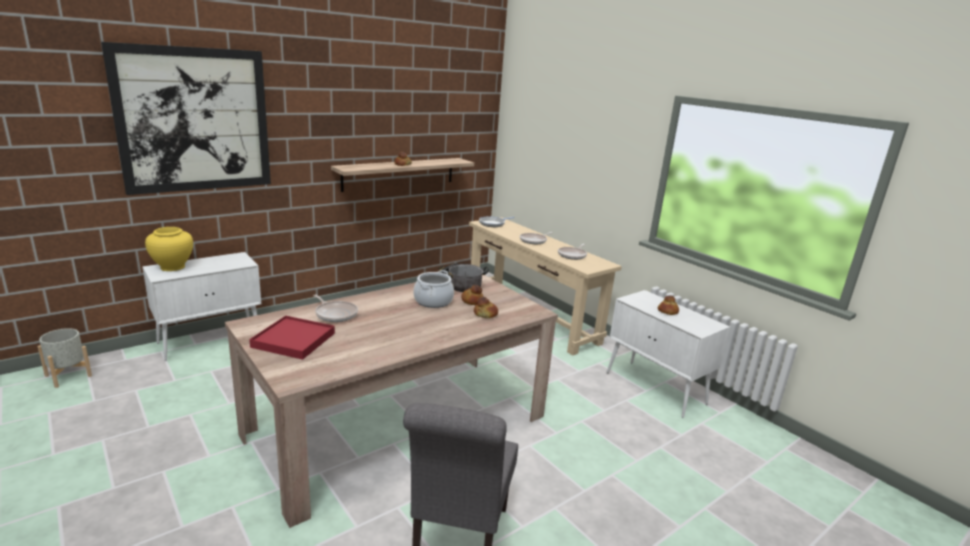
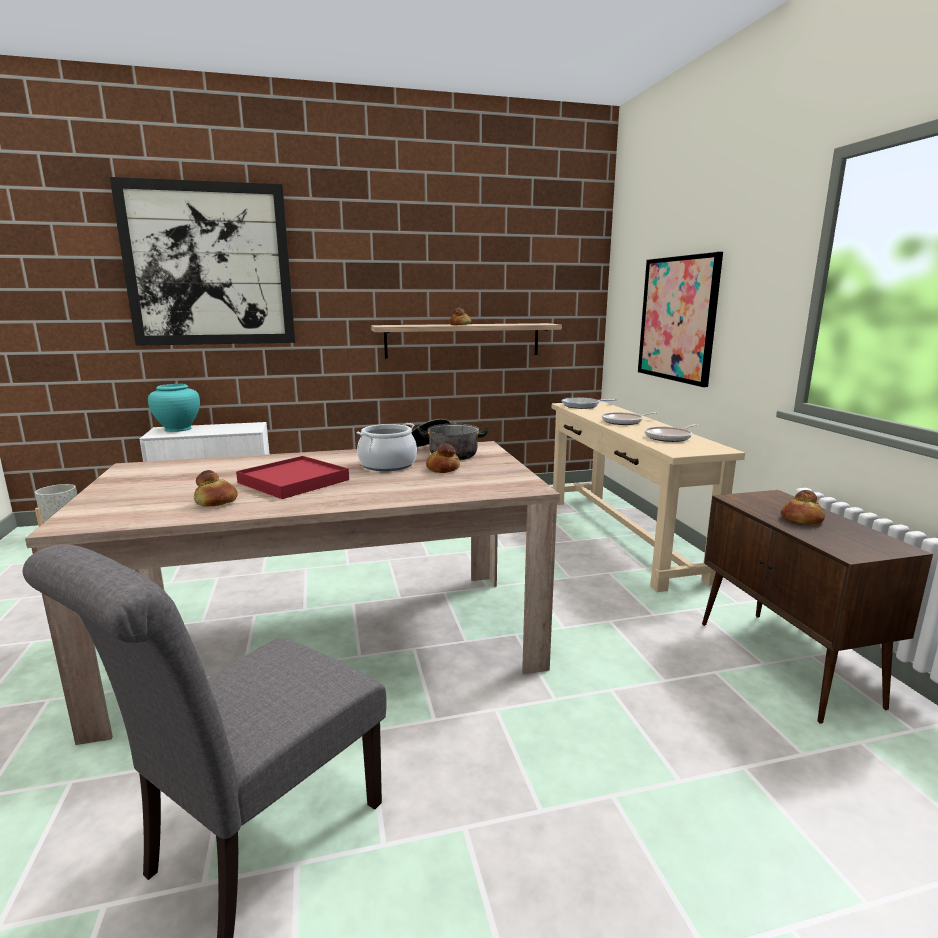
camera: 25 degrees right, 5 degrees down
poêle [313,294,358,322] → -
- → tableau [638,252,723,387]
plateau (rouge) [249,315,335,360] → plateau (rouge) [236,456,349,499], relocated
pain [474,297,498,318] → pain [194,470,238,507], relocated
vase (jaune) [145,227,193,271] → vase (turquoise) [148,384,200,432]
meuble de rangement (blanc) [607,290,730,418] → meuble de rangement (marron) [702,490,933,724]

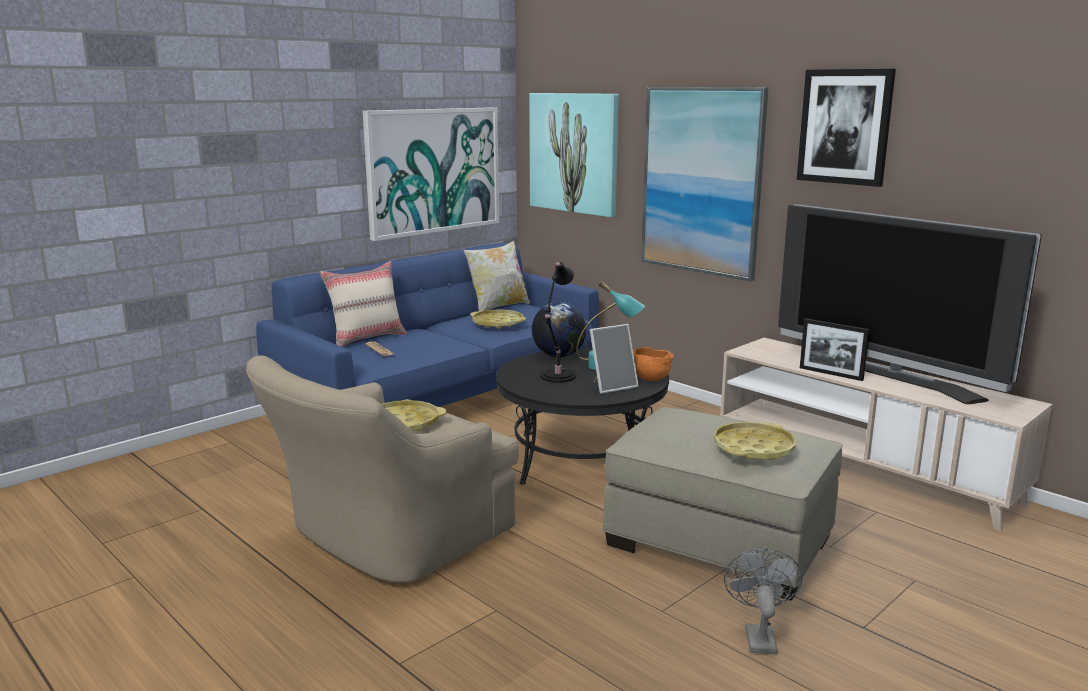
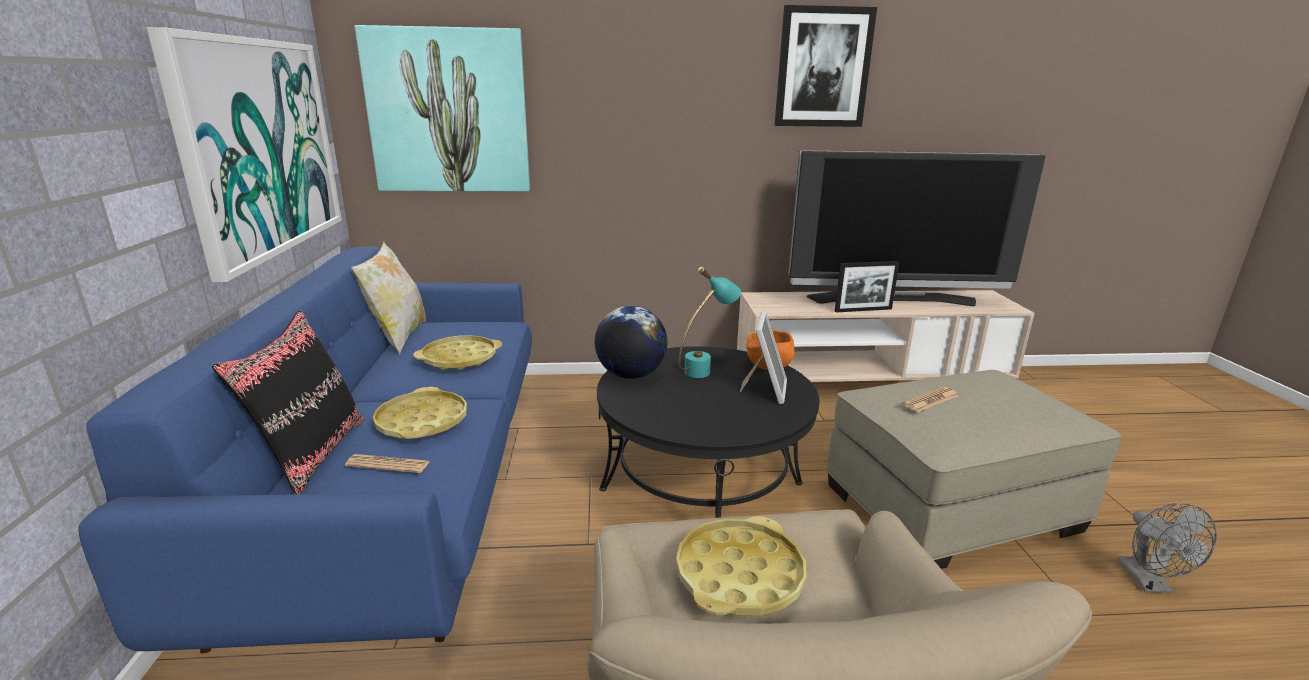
camera: 50 degrees left, 5 degrees up
lampe de table (noir) [540,262,576,383] → -
tableau [641,87,769,282] → -
- → journal [902,387,959,413]
plateau (jaune) [714,422,796,460] → plateau (jaune) [373,387,467,439], relocated
coussin (beige) [320,261,407,347] → coussin (noir) [212,310,365,494]
ventilateur (gris) [724,548,802,654] → ventilateur (gris) [1117,503,1217,593], 135 degrees counterclockwise

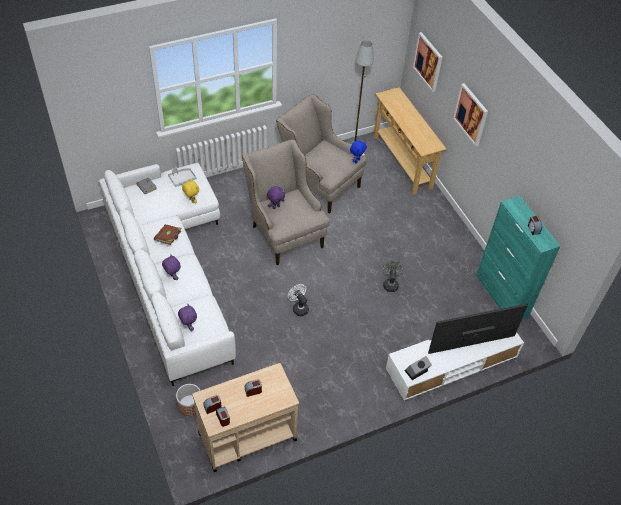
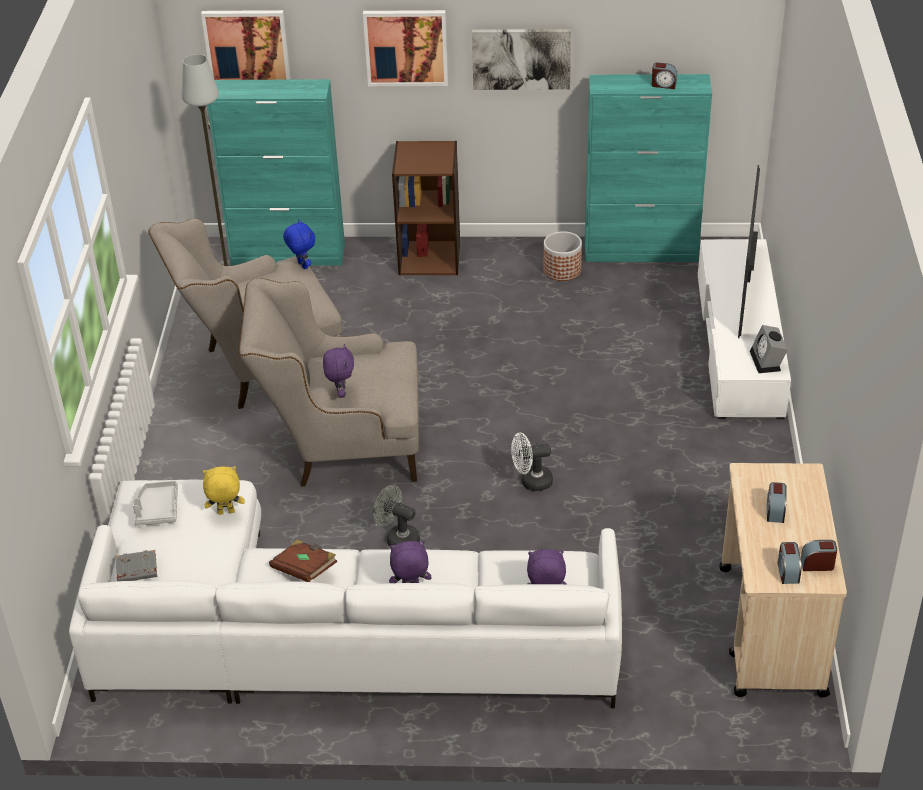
camera: 60 degrees left, 10 degrees down
- → bibliothèque (marron) [392,141,460,275]
- → tableau [472,29,571,90]
cache-pot [176,384,201,416] → cache-pot [544,231,582,281], relocated
ventilateur (gris) [383,261,404,292] → ventilateur (gris) [373,485,420,546], relocated
table console (beige) [373,87,446,195] → meuble de rangement (turquoise) [207,79,345,265]

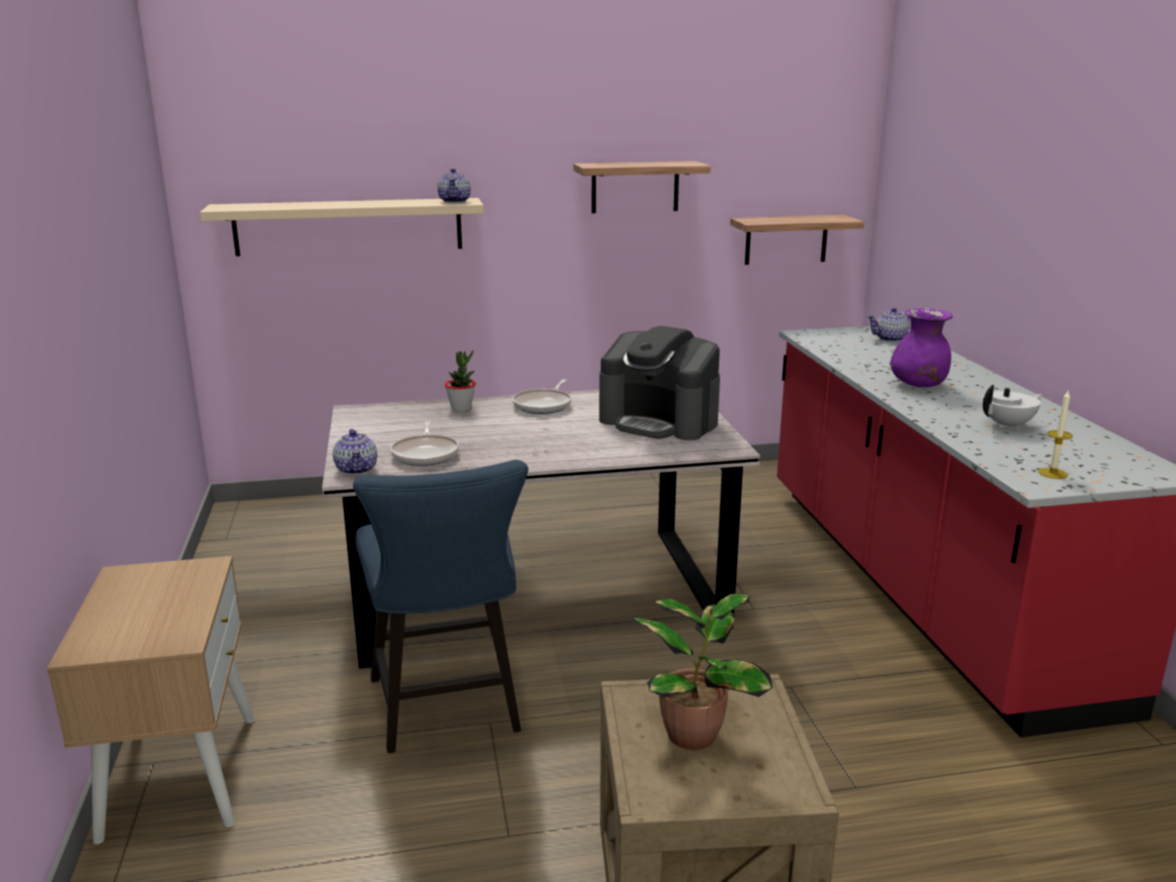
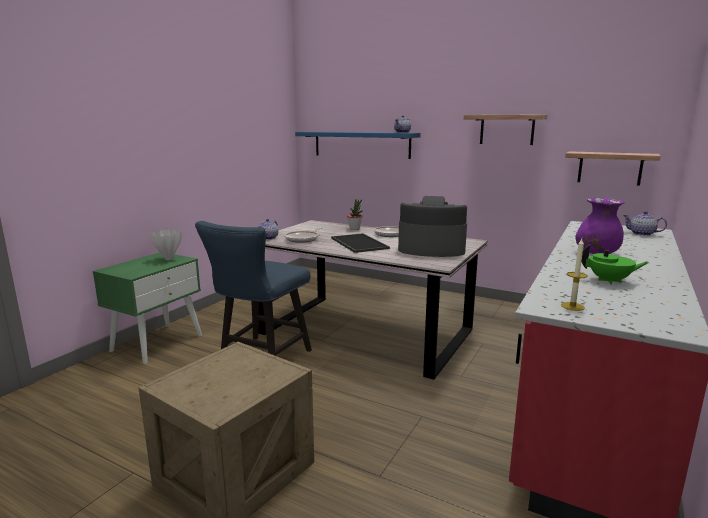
camera: 40 degrees right, 5 degrees down
plante en pot [632,593,773,750] → -
- → vase (blanc) [149,229,182,260]
- → plateau [331,233,390,253]
table de chevet (beige) [47,556,255,844] → table de chevet (vert) [93,253,202,364]
étagère (beige) [200,198,484,256] → étagère (bleu) [295,132,421,159]
théière (blanc) [983,385,1042,430] → théière (vert) [581,244,649,284]
machine à café [599,326,720,441] → machine à café [398,196,467,257], 120 degrees clockwise

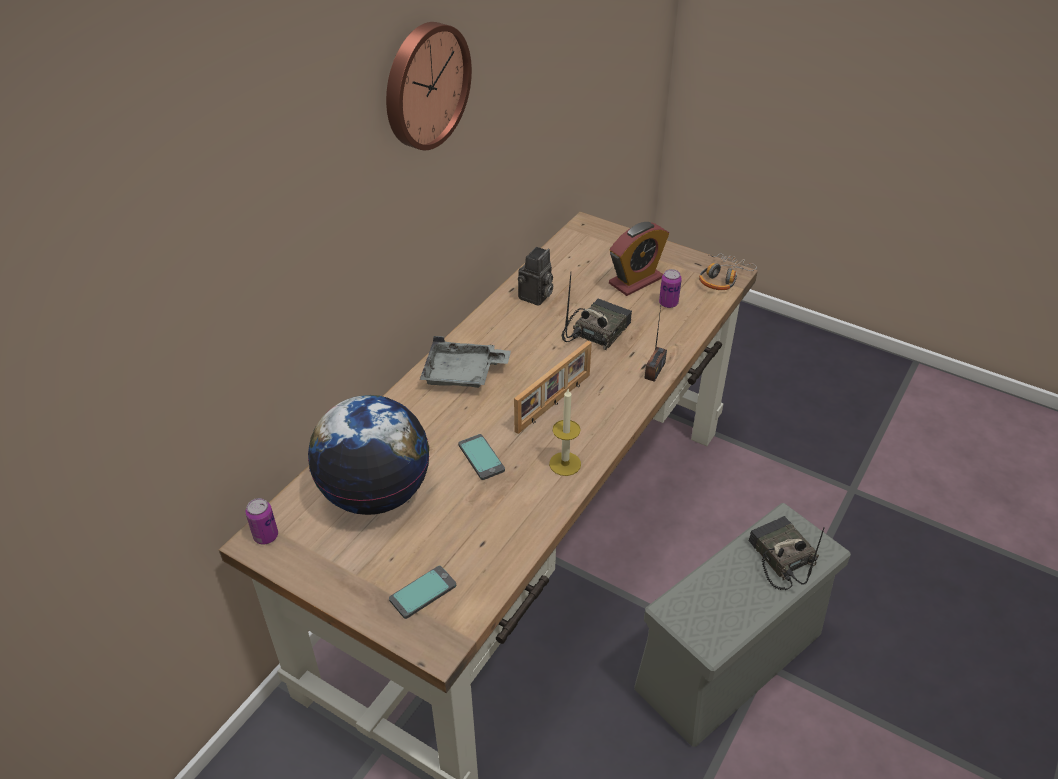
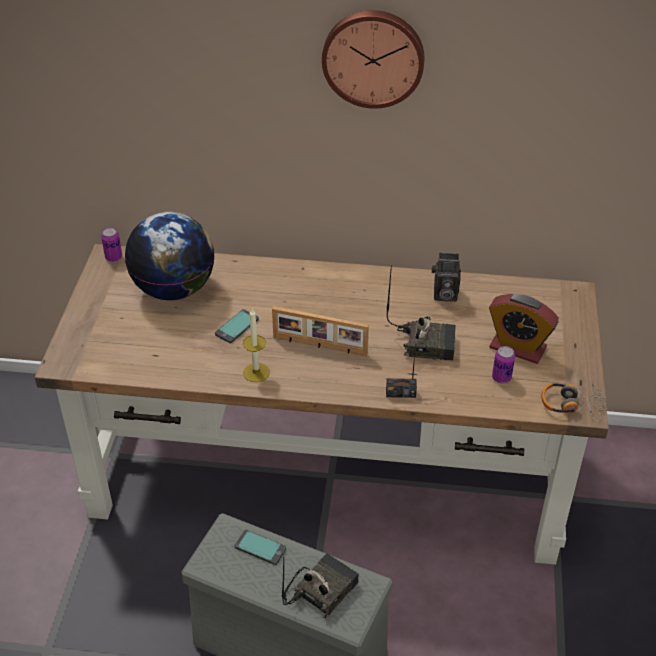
camera: 65 degrees right, 0 degrees up
plateau (gris) [420,336,511,388] → -
téléphone [389,566,456,619] → téléphone [234,530,286,565], relocated

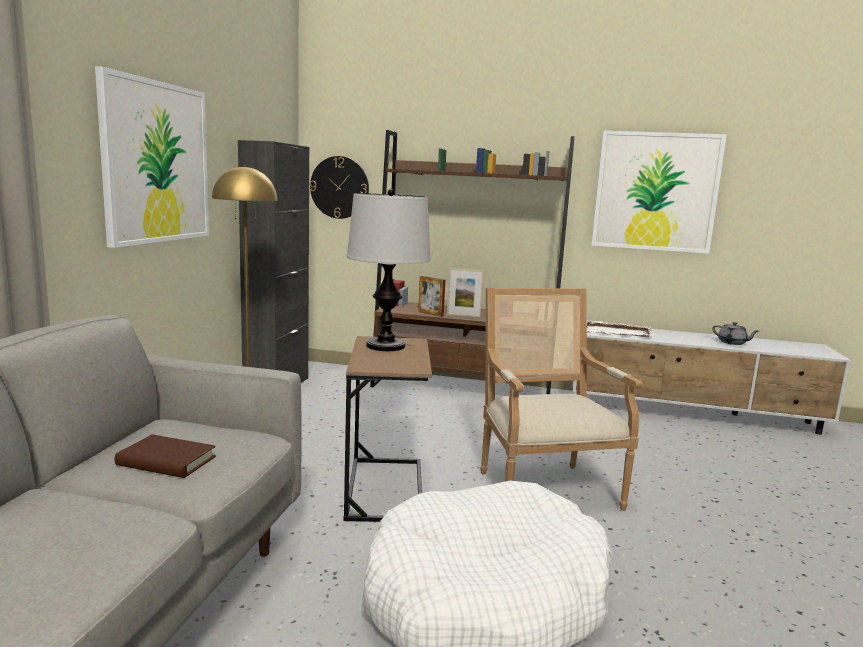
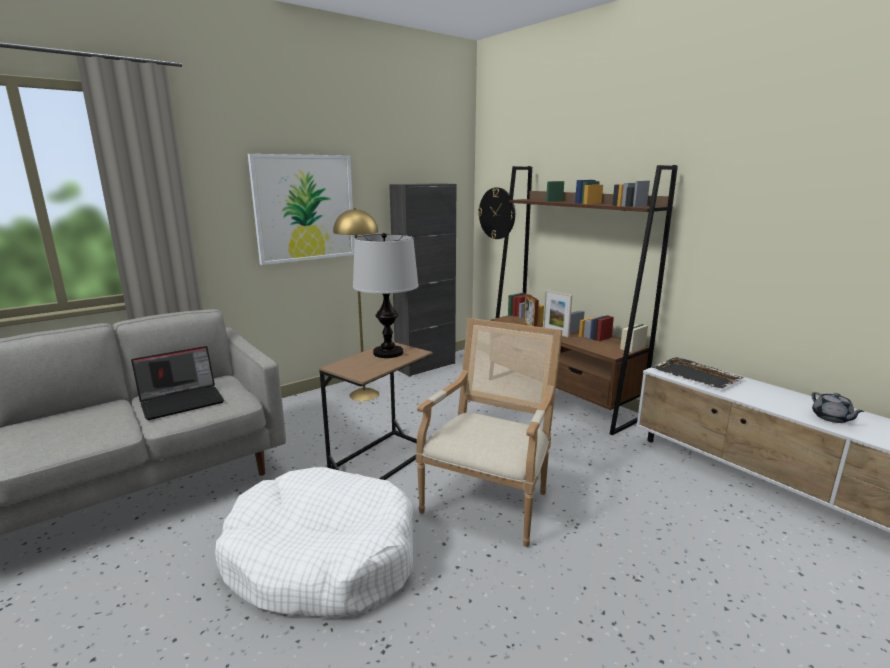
camera: 40 degrees right, 5 degrees up
tableau [591,131,727,254] → -
livre (marron) [115,434,216,478] → ordinateur portable [131,346,224,420]
plateau (blanc) [587,321,654,337] → plateau (noir) [652,357,744,388]

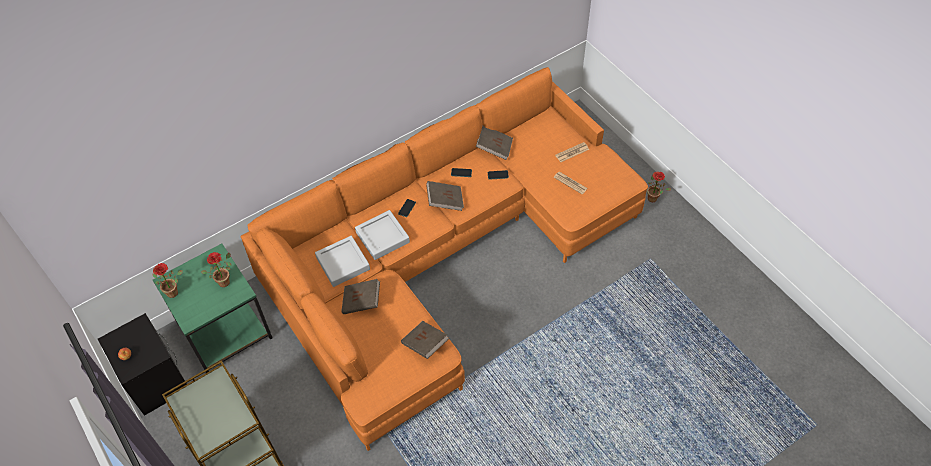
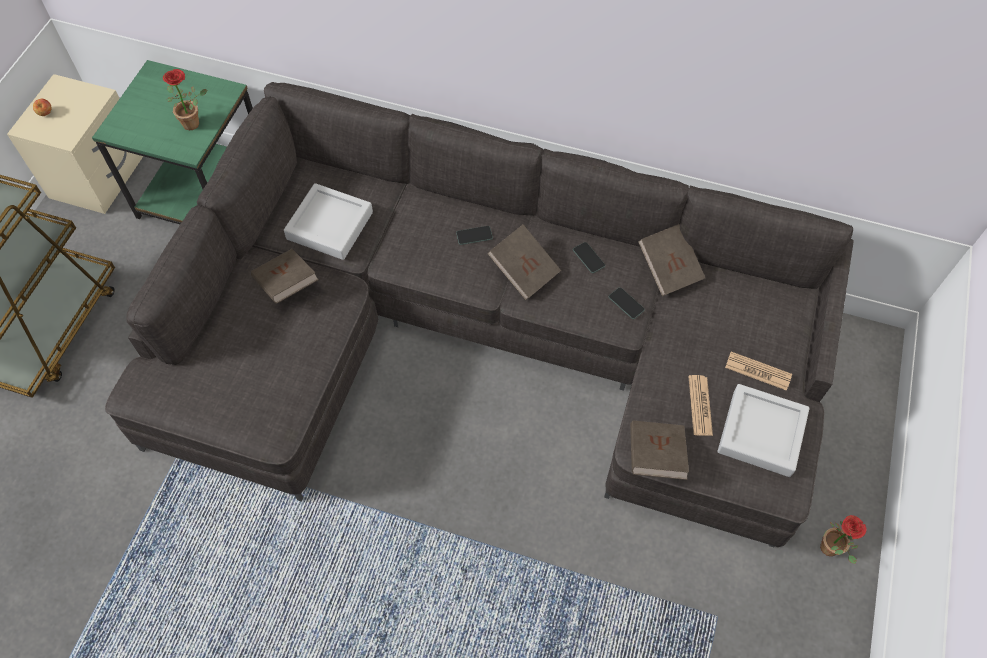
camera: 50 degrees right, 5 degrees up
plante en pot [153,263,183,298] → -
plateau (gris) [355,210,410,260] → plateau (gris) [718,384,810,477], relocated
livre (marron) [401,321,449,359] → livre (marron) [630,420,689,480], relocated
table de chevet (noir) [98,313,187,416] → table de chevet (beige) [7,74,143,214]
canapé (orange) [241,67,648,451] → canapé (gris) [105,82,854,547]

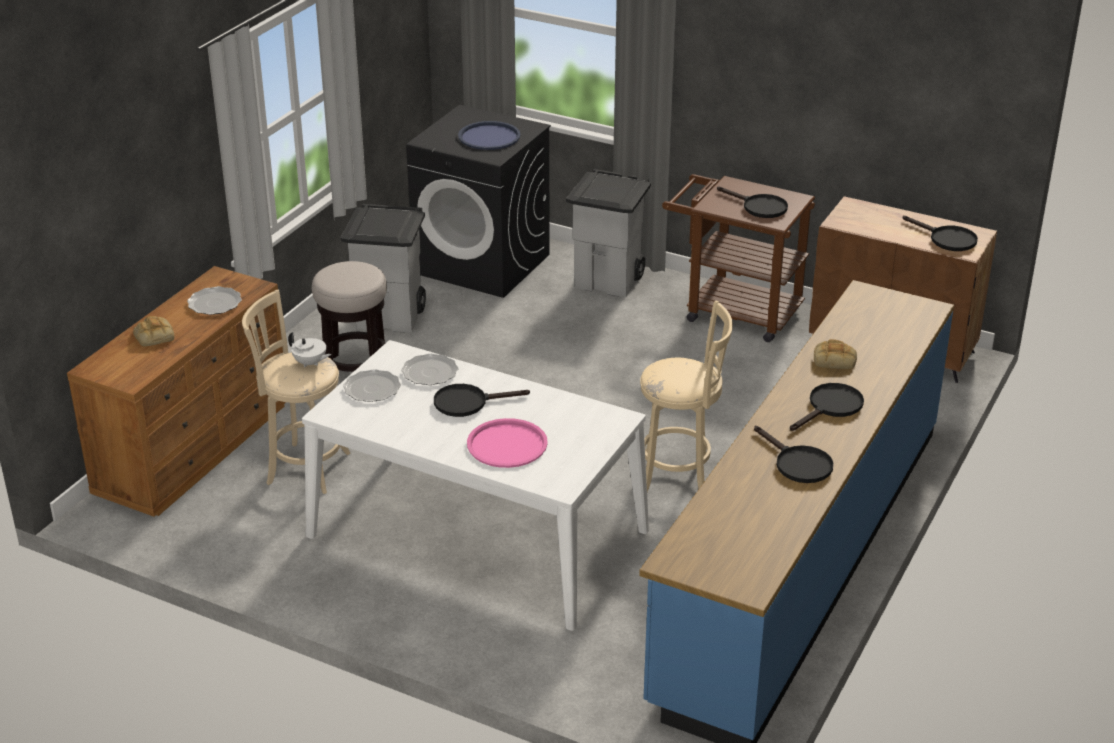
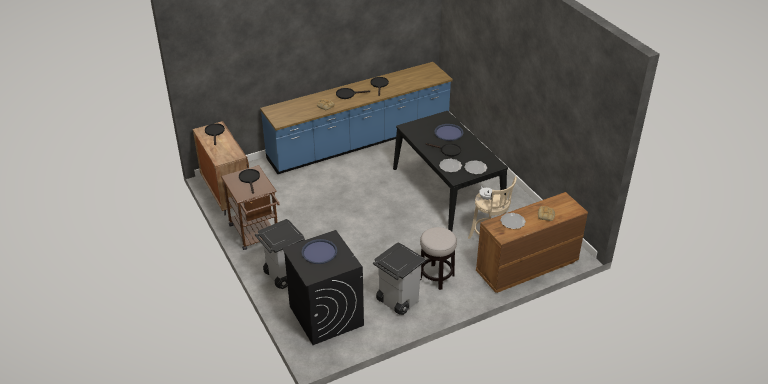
camera: 145 degrees left, 5 degrees up
tabouret (beige) [640,301,733,492] → -
table à manger (blanc) [302,340,649,631] → table à manger (noir) [393,111,508,231]
plateau (rose) [467,418,548,468] → plateau (bleu) [434,124,463,141]

